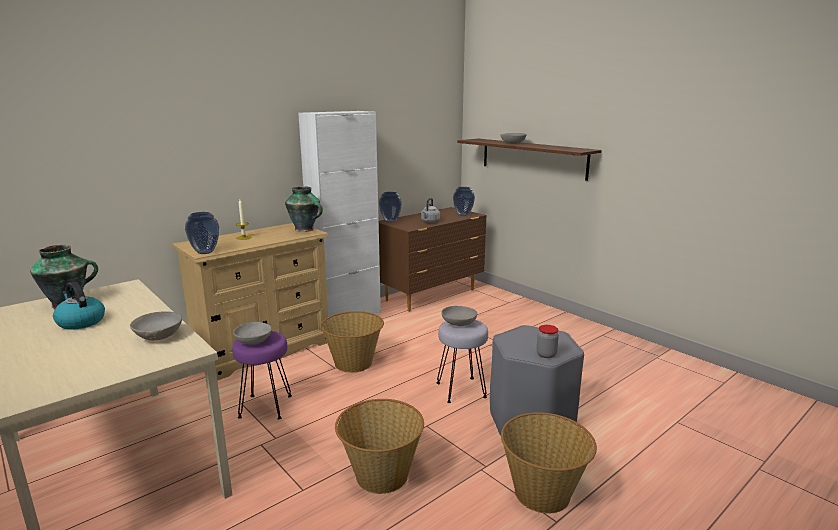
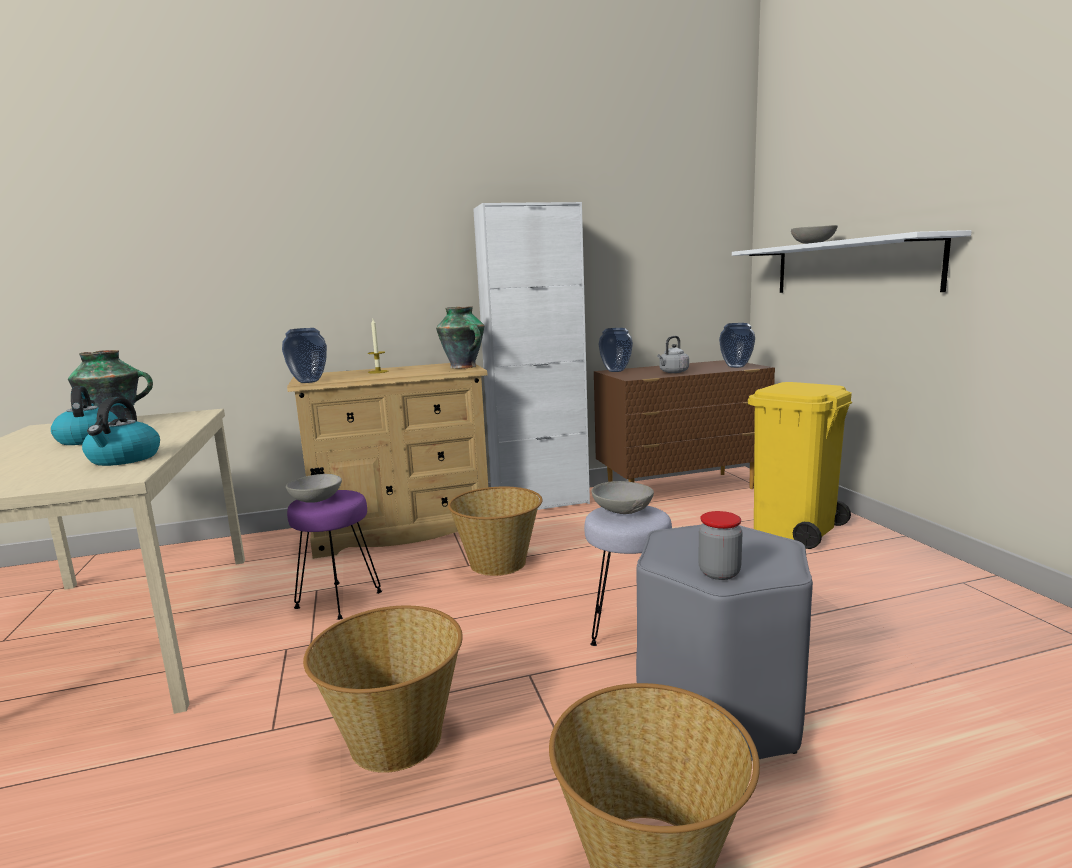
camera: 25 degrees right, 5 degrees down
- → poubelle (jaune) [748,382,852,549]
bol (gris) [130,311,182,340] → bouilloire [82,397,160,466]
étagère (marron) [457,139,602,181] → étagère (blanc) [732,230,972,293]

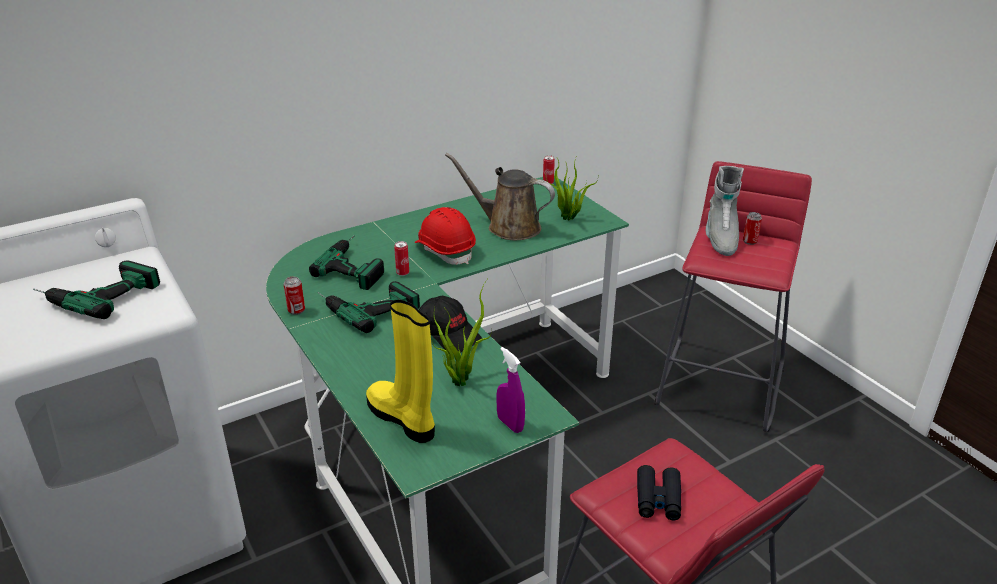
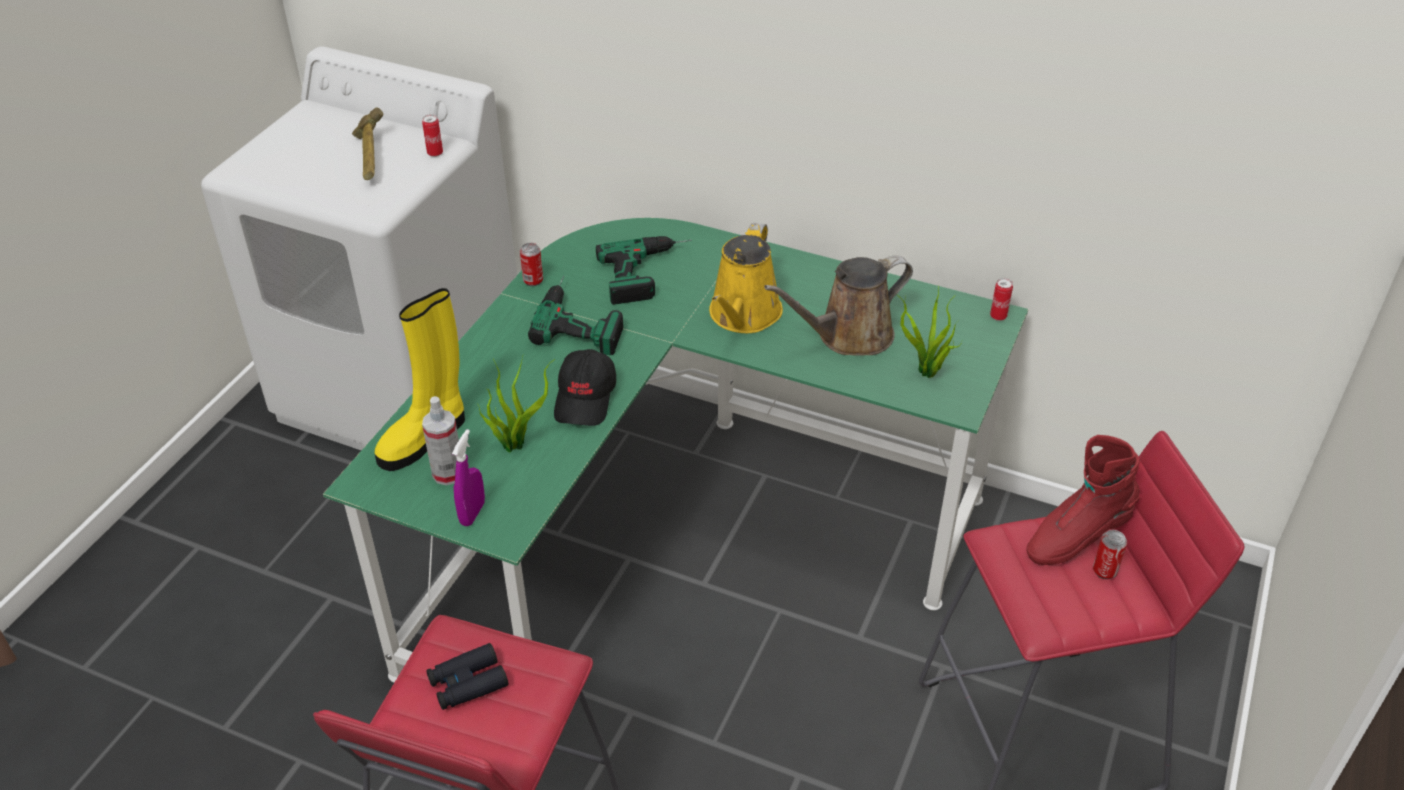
camera: 55 degrees right, 10 degrees up
- → vaporisateur [422,396,459,485]
boîte métallique [394,241,409,276] → boîte métallique [422,114,443,157], relocated
perceuse [33,260,160,319] → marteau [352,107,383,180]
casque de chantier (rouge) [415,207,476,265] → arrosoir (jaune) [709,222,783,333]
botte (gris) [706,166,744,256] → botte (rouge) [1027,435,1140,565]
botte (jaune) [366,300,435,443] → botte (jaune) [375,288,465,471], 150 degrees counterclockwise
arrosoir (marron) [445,153,555,240] → arrosoir (marron) [764,256,913,356], 105 degrees counterclockwise

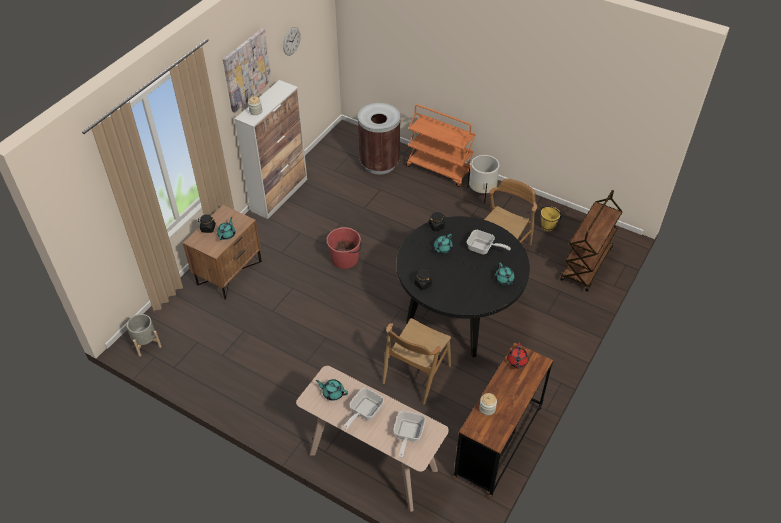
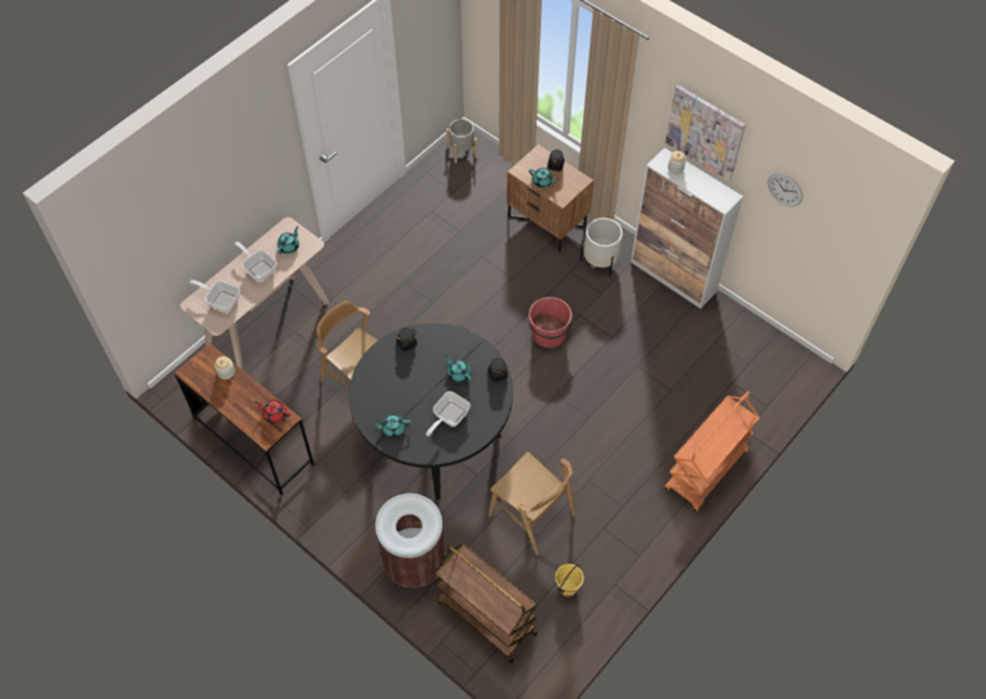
camera: 100 degrees right, 10 degrees up
poubelle (marron) [358,103,400,175] → poubelle (marron) [375,493,445,587], relocated
cache-pot (blanc) [467,155,500,203] → cache-pot (blanc) [580,218,623,277], relocated

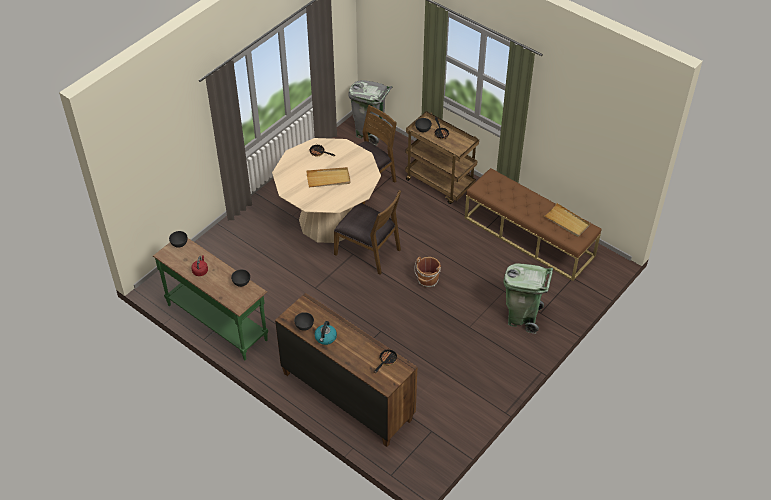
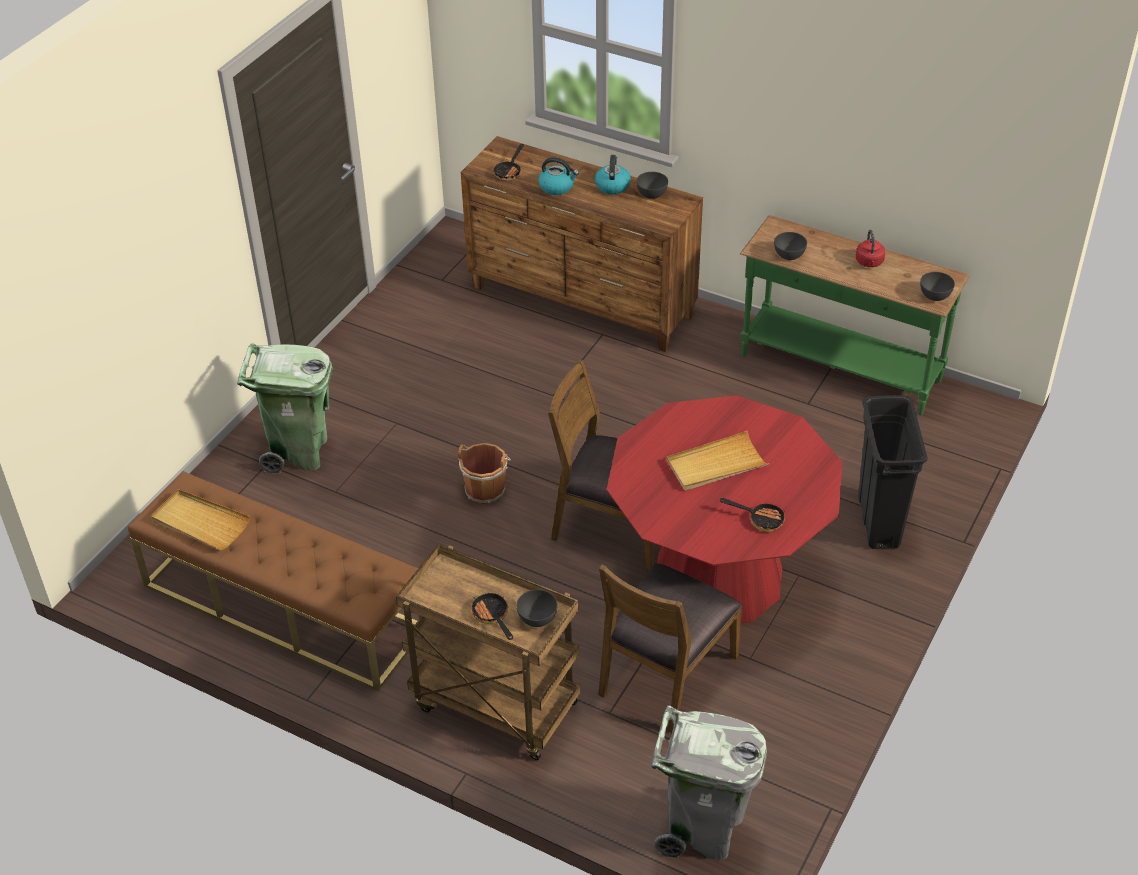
camera: 170 degrees right, 5 degrees down
- → bouilloire [538,157,579,195]
- → poubelle (noir) [858,395,928,549]
table à manger (beige) [272,138,381,243] → table à manger (rouge) [607,395,843,623]

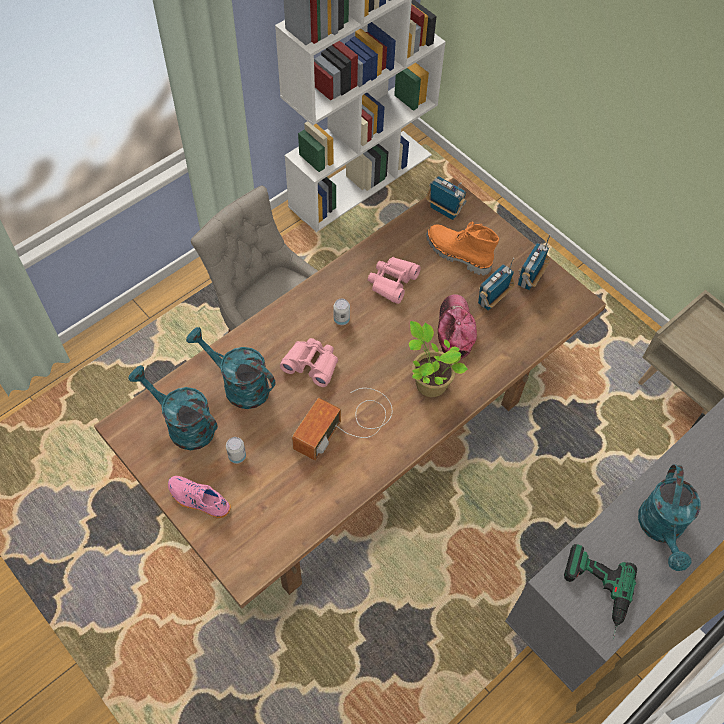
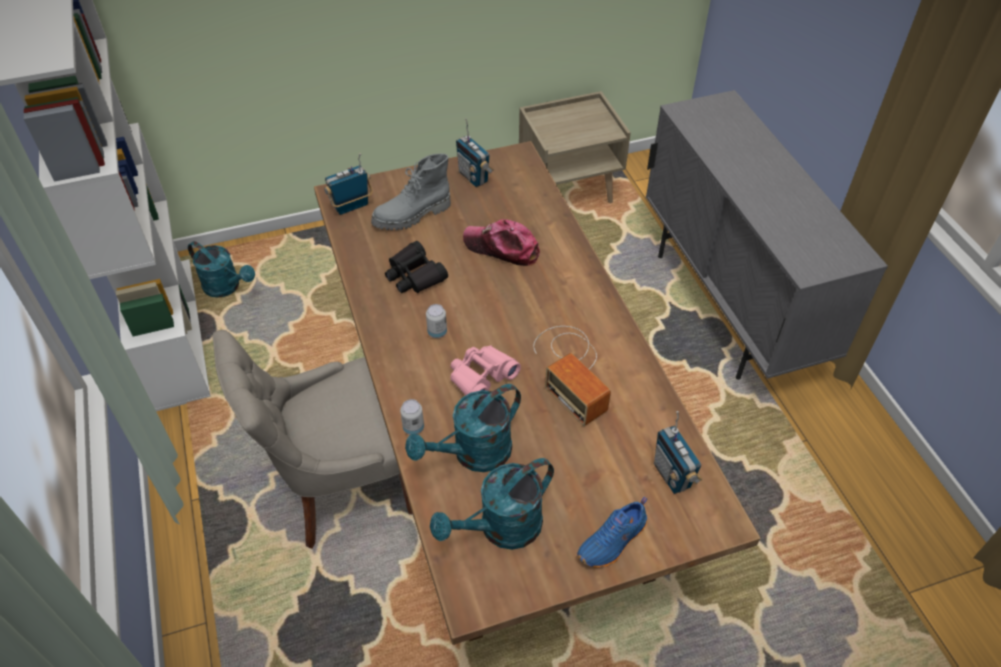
camera: 65 degrees left, 10 degrees down
plante en pot [409,321,468,397] → -
perceuse [564,544,637,640] → -
boîte métallique [226,437,246,464] → boîte métallique [400,399,424,435], relocated
radio [478,258,515,311] → radio [654,411,703,494], relocated
arrosoir (turquoise) [638,464,700,571] → arrosoir (turquoise) [188,241,255,298], relocated
chaussure (rose) [168,476,231,518] → chaussure (bleu) [577,497,647,568]
jumelles (rose) [368,257,421,304] → jumelles (noir) [385,241,448,293]
botte (orange) [426,221,499,275] → botte (gris) [371,154,451,230]

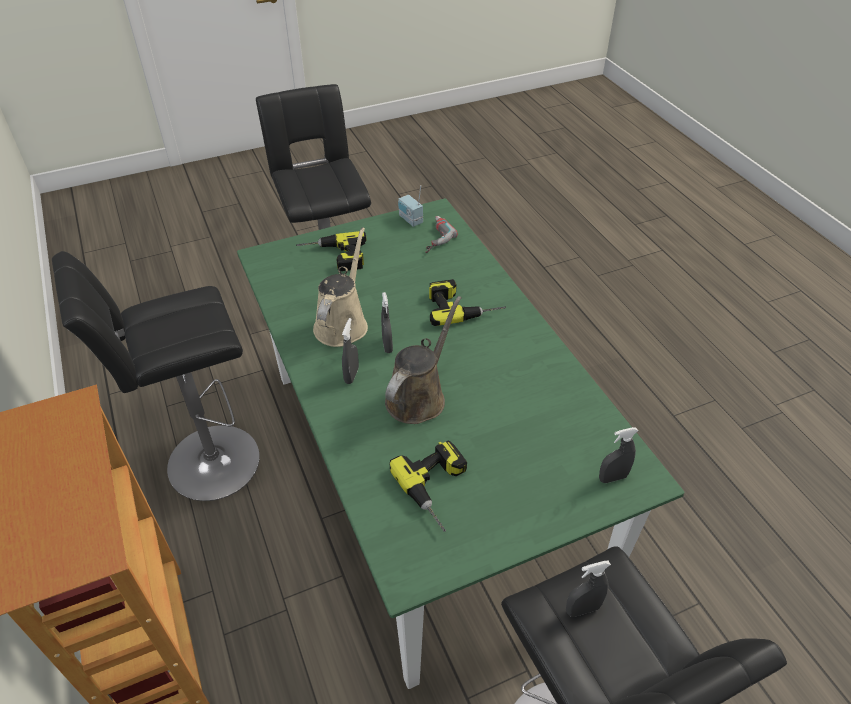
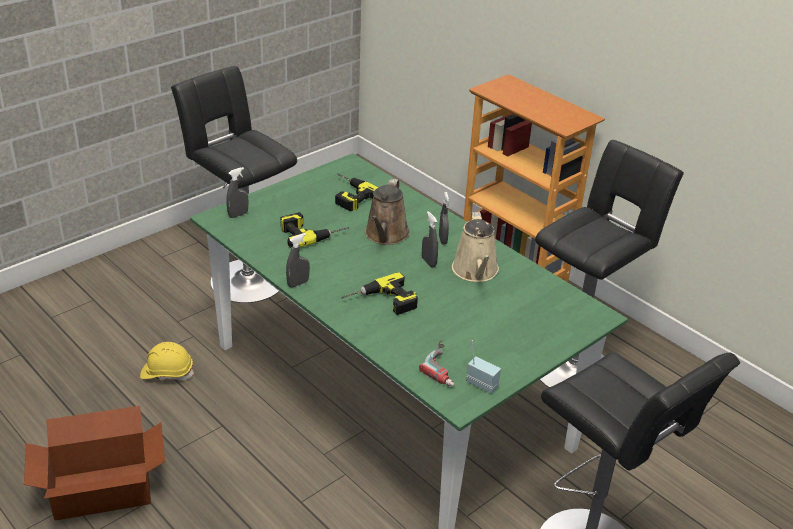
camera: 160 degrees right, 10 degrees down
- → carton [24,406,165,521]
- → casque de chantier (jaune) [140,342,194,380]
perceuse [296,231,367,271] → perceuse [281,212,349,248], relocated
vaporisateur (gris) [566,560,611,617] → vaporisateur (gris) [286,233,310,288], relocated

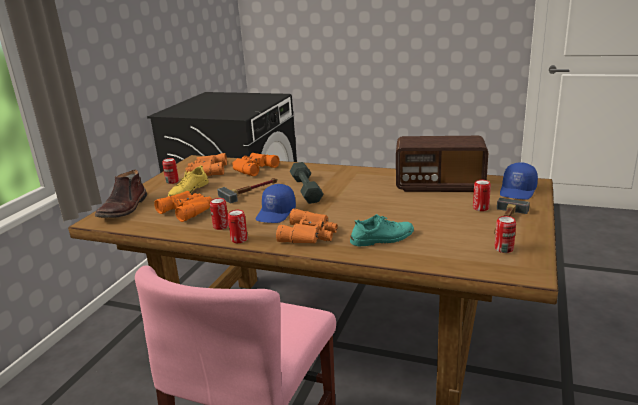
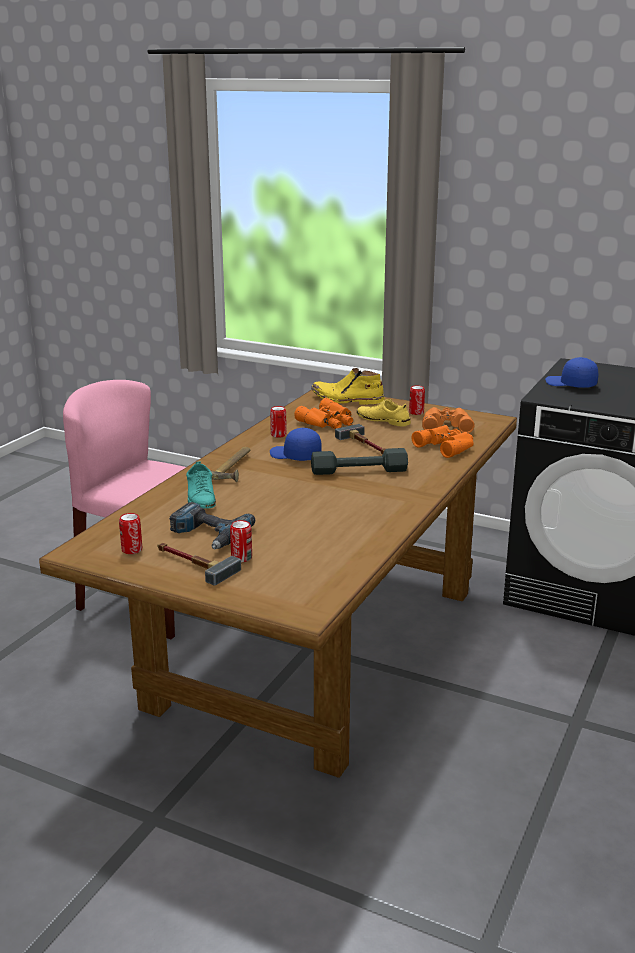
camera: 95 degrees right, 0 degrees up
boîte métallique [228,210,248,243] → -
radio [396,136,488,192] → -
- → perceuse [169,502,255,549]
casquette (bleu) [500,162,538,200] → casquette (bleu) [545,357,598,388], relocated
jumelles (orange) [276,209,338,243] → marteau [210,447,250,482]
botte (marron) [95,169,147,218] → botte (jaune) [311,368,385,405]

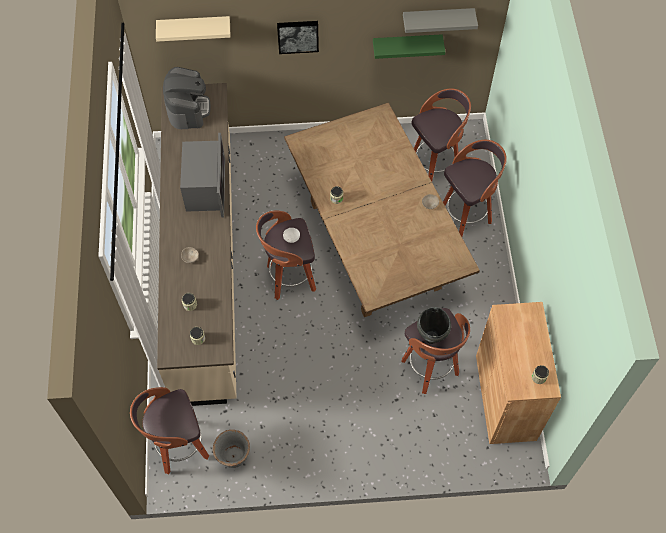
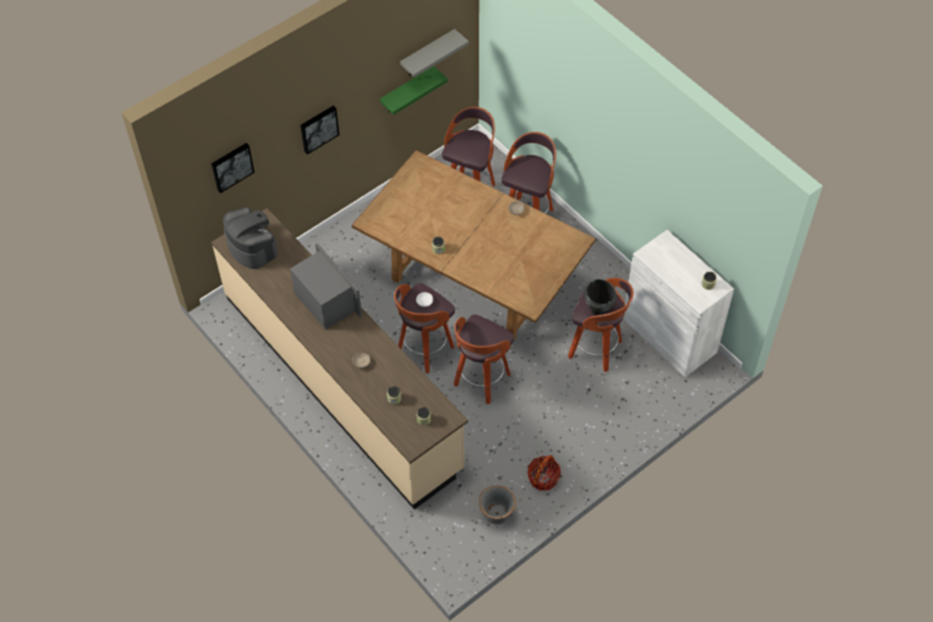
camera: 35 degrees left, 5 degrees down
- → panier [527,455,561,491]
tabouret [130,387,209,475] → tabouret [454,314,514,404], relocated
étagère (beige) [156,16,230,42] → tableau [211,143,255,193]
meuble de rangement (marron) [476,302,561,444] → meuble de rangement (blanc) [623,230,734,377]

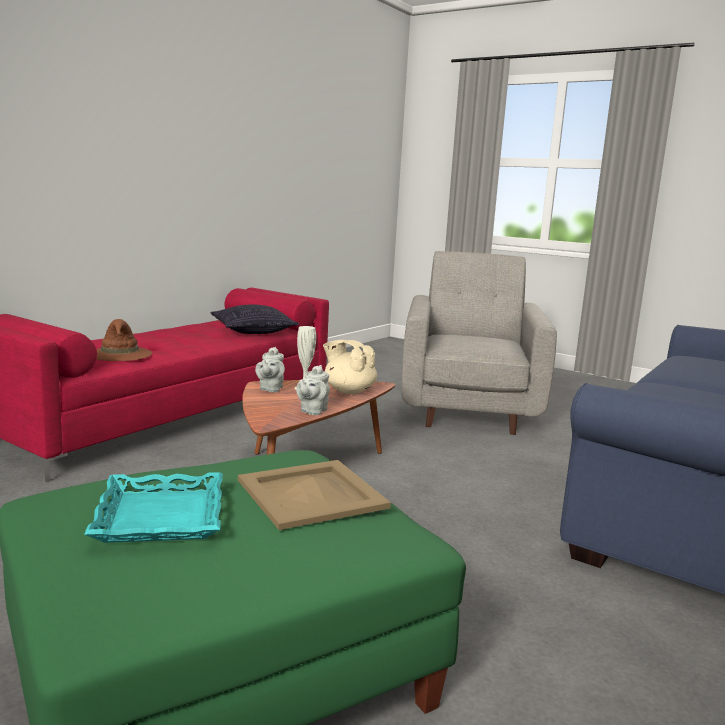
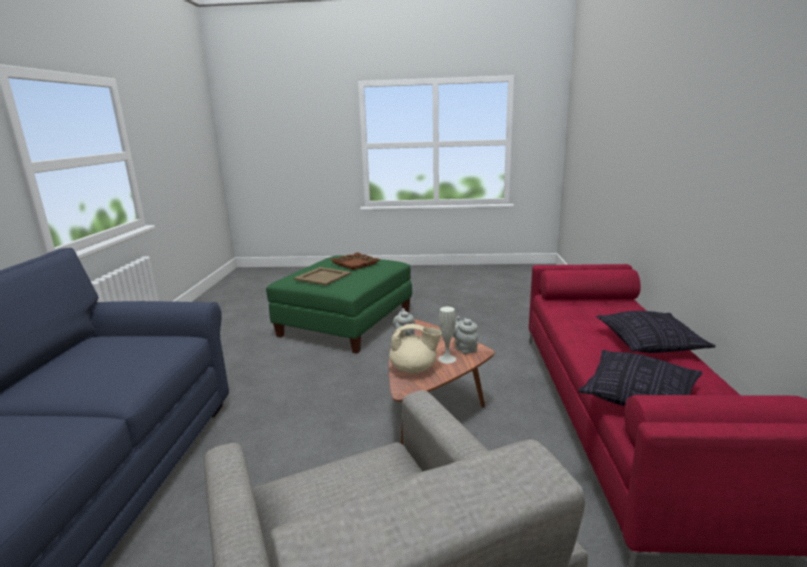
camera: 150 degrees right, 5 degrees up
chapeau (marron) [96,319,152,361] → -
- → coussin [597,311,716,353]
plateau (turquoise) [84,472,223,543] → plateau (marron) [330,252,380,270]

